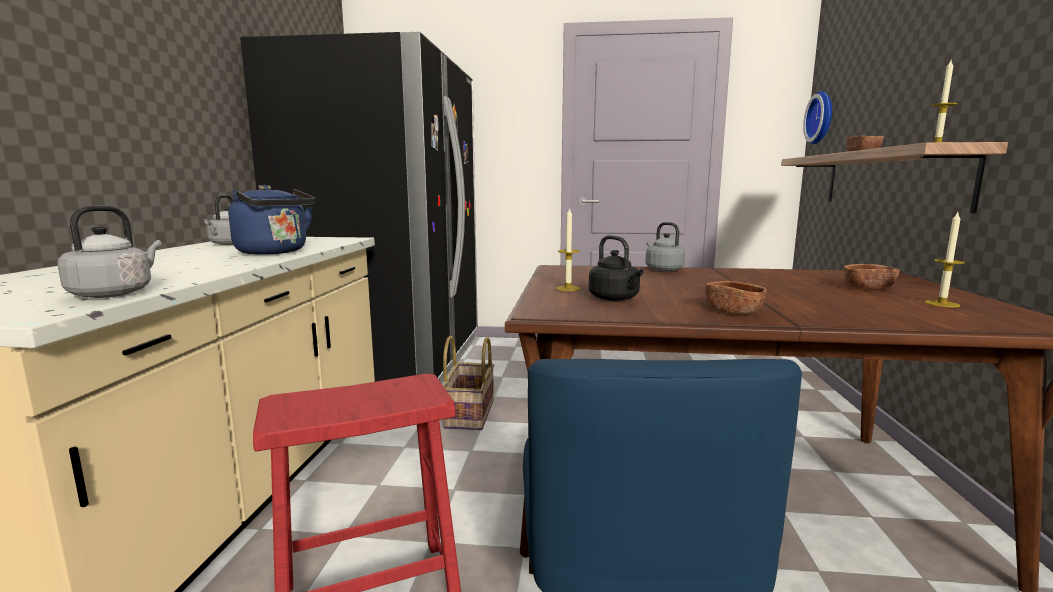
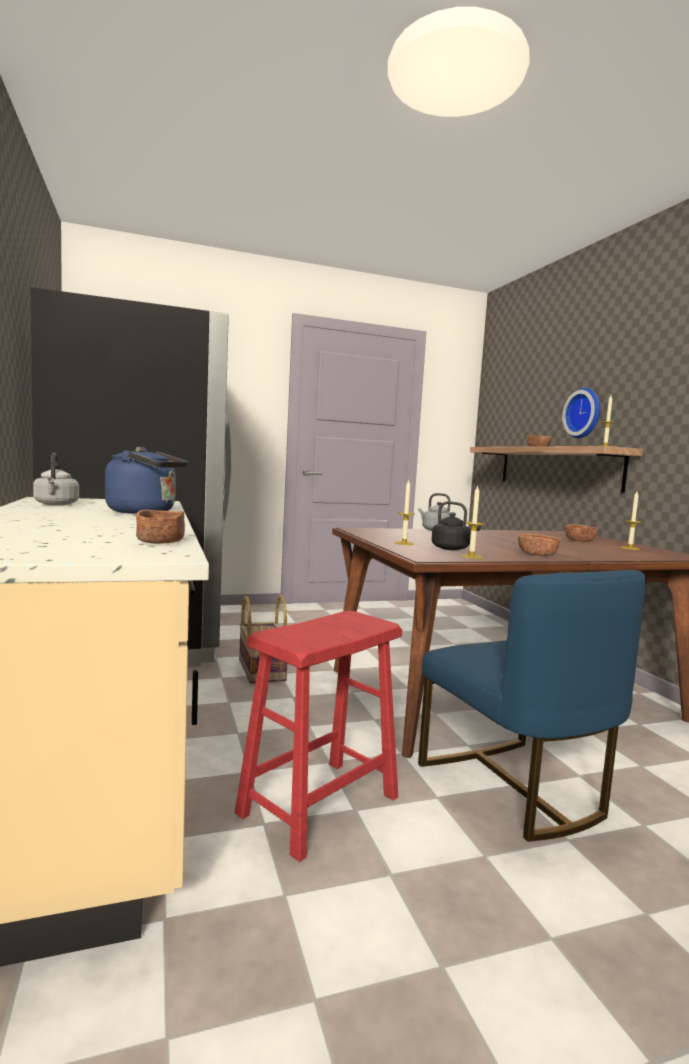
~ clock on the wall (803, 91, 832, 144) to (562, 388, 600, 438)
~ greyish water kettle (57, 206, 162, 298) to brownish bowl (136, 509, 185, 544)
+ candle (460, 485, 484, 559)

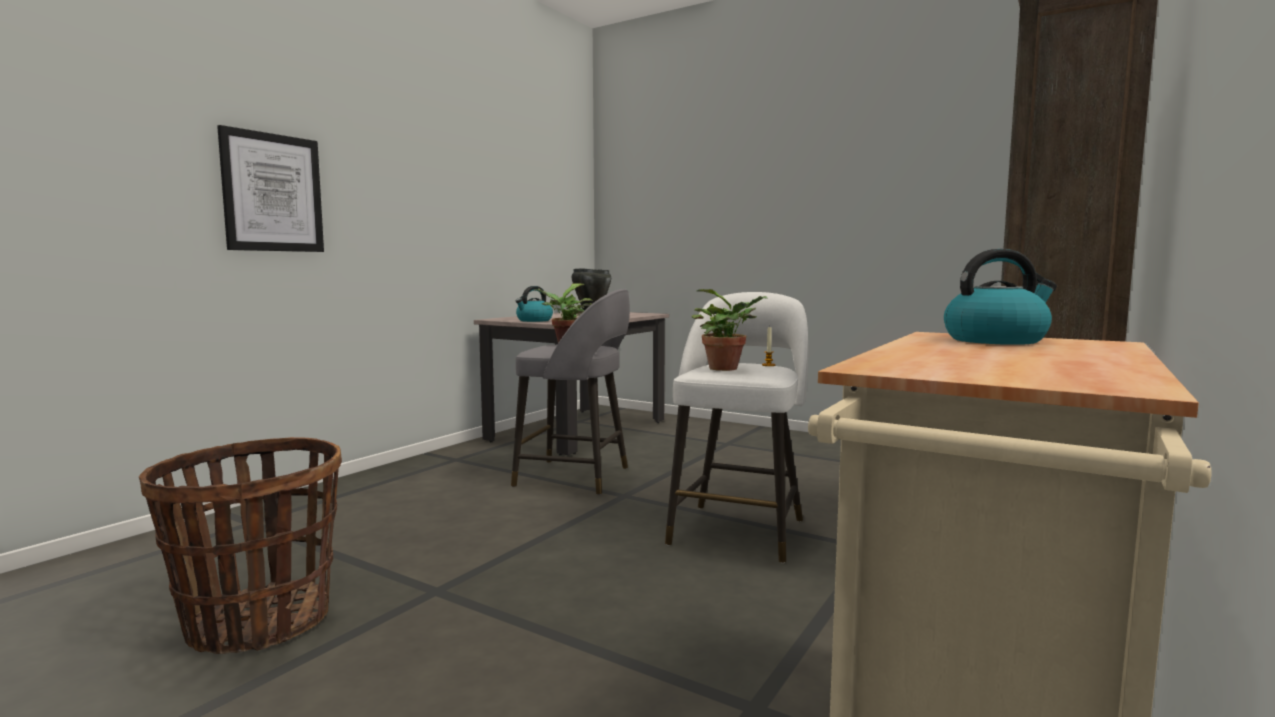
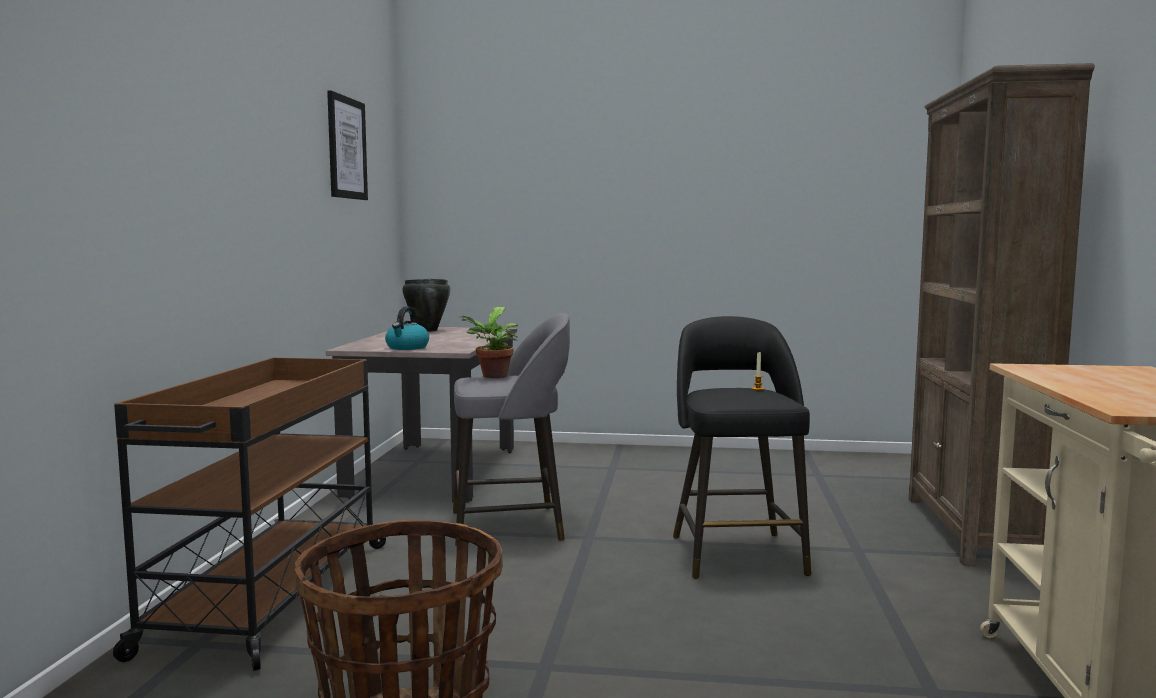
~ wall art (217, 125, 324, 252) to (327, 90, 368, 200)
- water kettle (944, 249, 1057, 345)
- plant in a pot (692, 289, 768, 371)
~ white-coloured sitting stool (665, 292, 808, 563) to black-coloured sitting stool (673, 316, 811, 579)
+ brownish wheeled cart (113, 358, 386, 671)

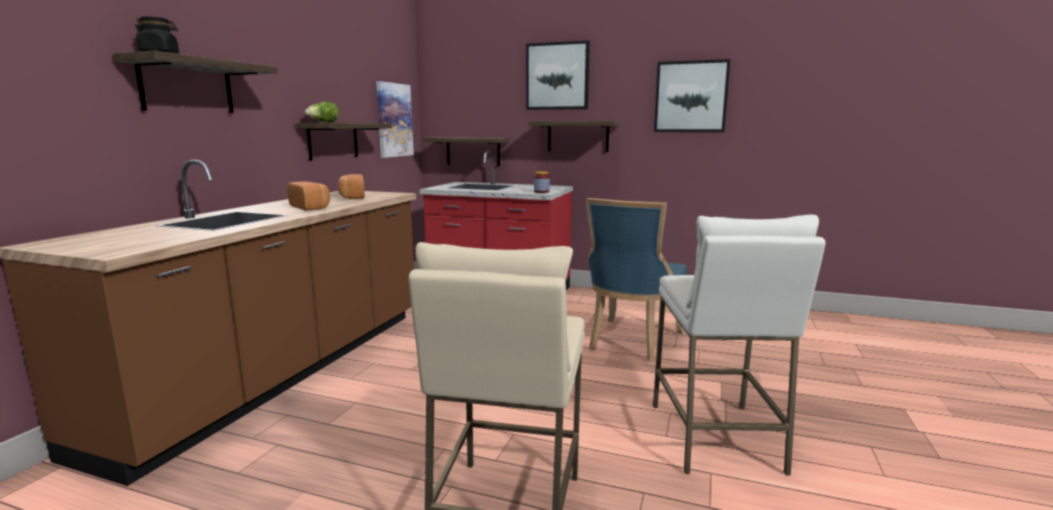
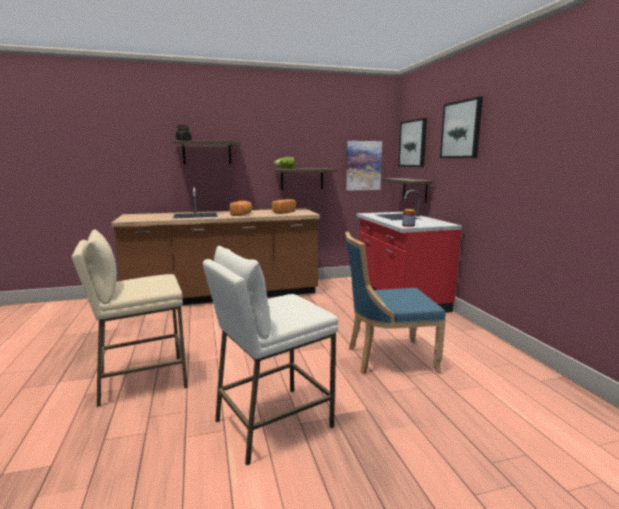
~ wall art (654, 59, 730, 132) to (398, 118, 427, 167)
- shelf (528, 121, 621, 152)

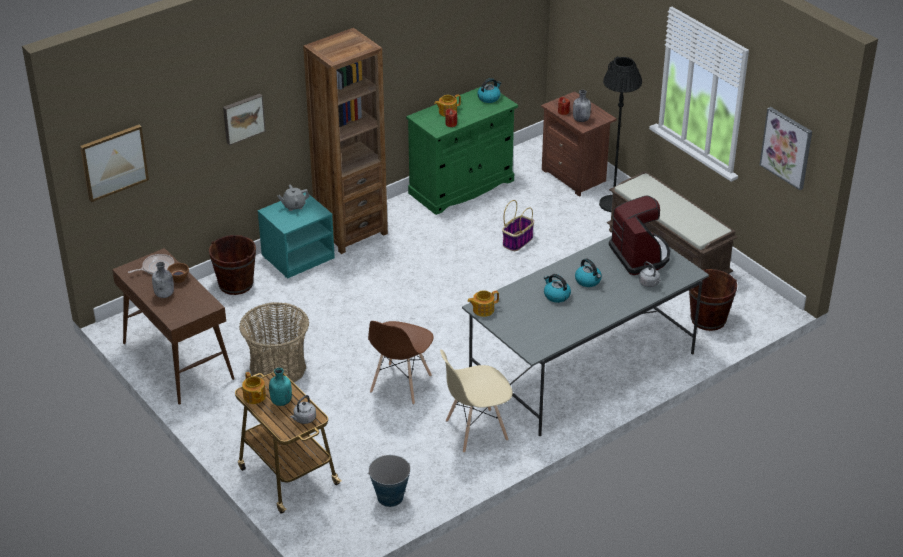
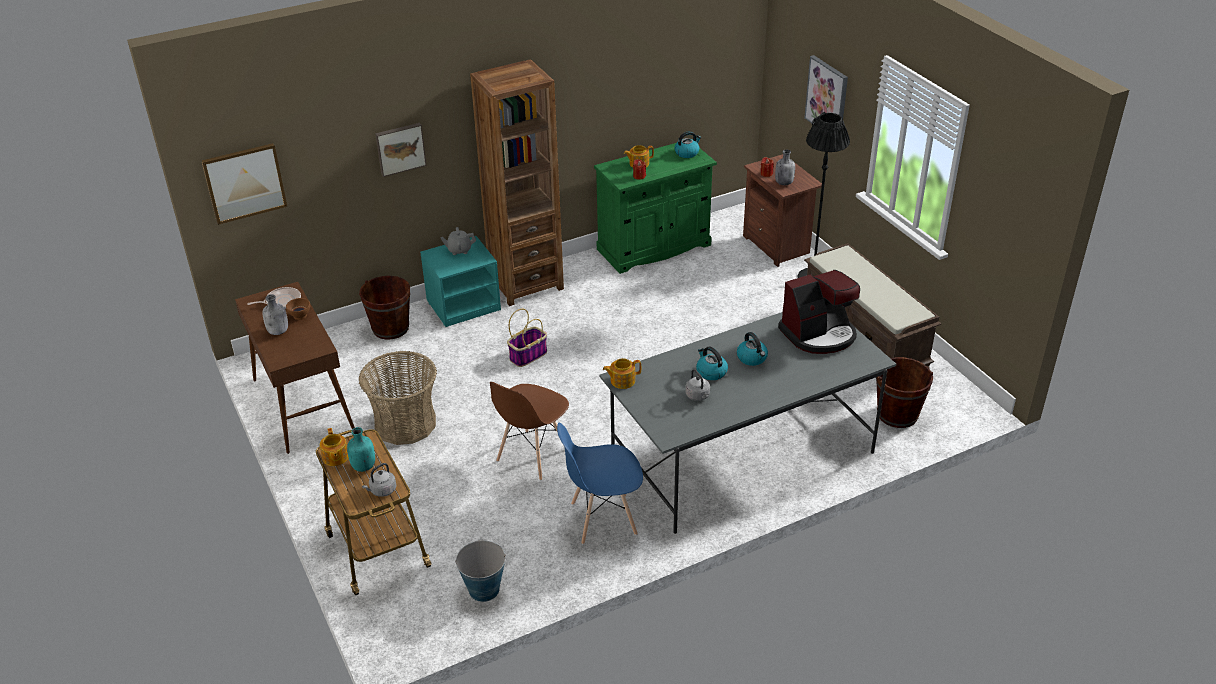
~ wall art (760, 107, 812, 190) to (804, 55, 848, 124)
~ coffee brewer (609, 195, 670, 275) = (778, 270, 860, 354) 75 degrees clockwise
~ household basket (502, 200, 534, 251) to (507, 309, 547, 367)
~ greyish water kettle (639, 261, 661, 287) to (685, 369, 710, 401)
~ beige-coloured upright chair (440, 349, 513, 453) to blue upright chair (557, 423, 643, 544)

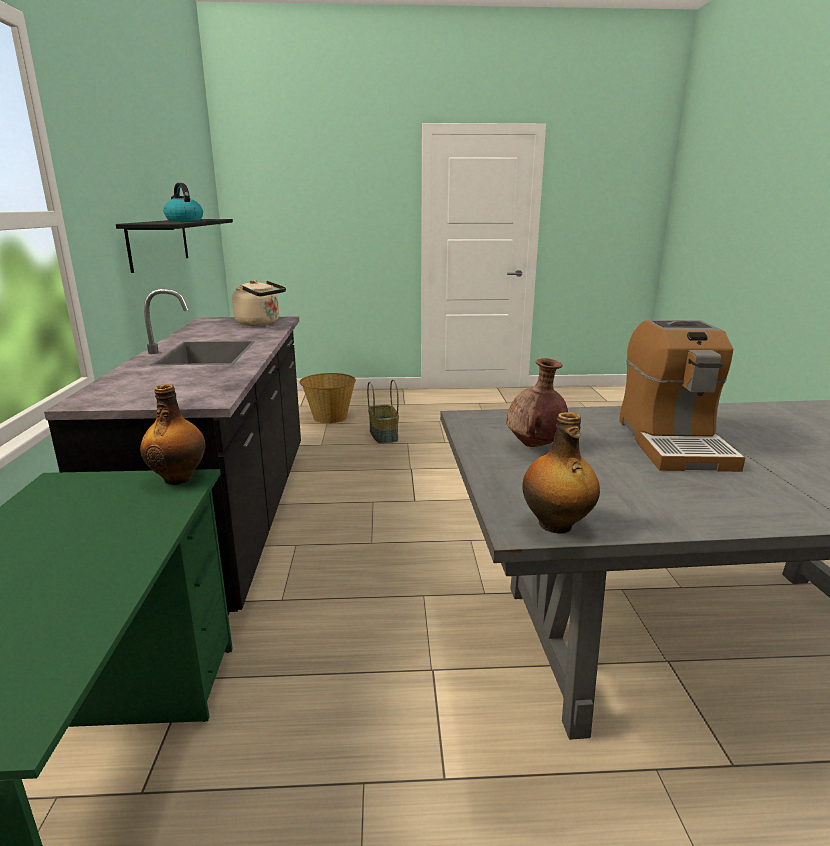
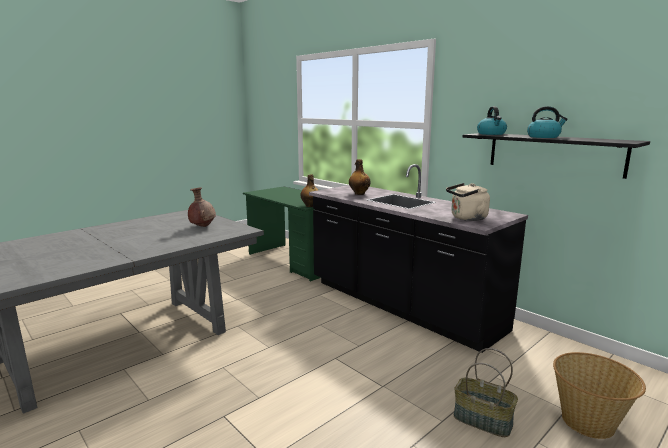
- coffee brewer (619, 320, 745, 472)
~ drink bottle (522, 412, 600, 534) to (349, 159, 371, 195)
+ water kettle (477, 106, 507, 135)

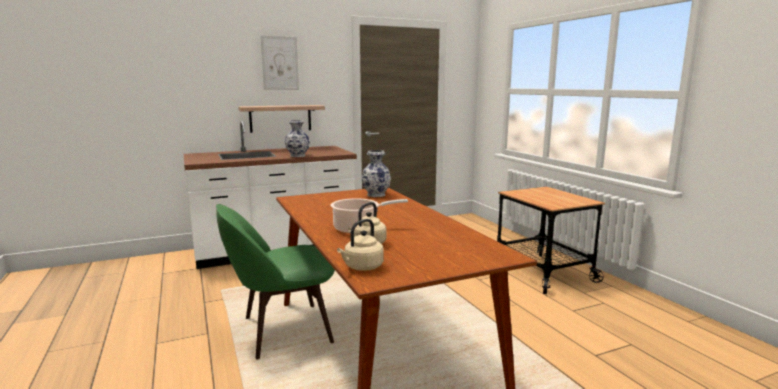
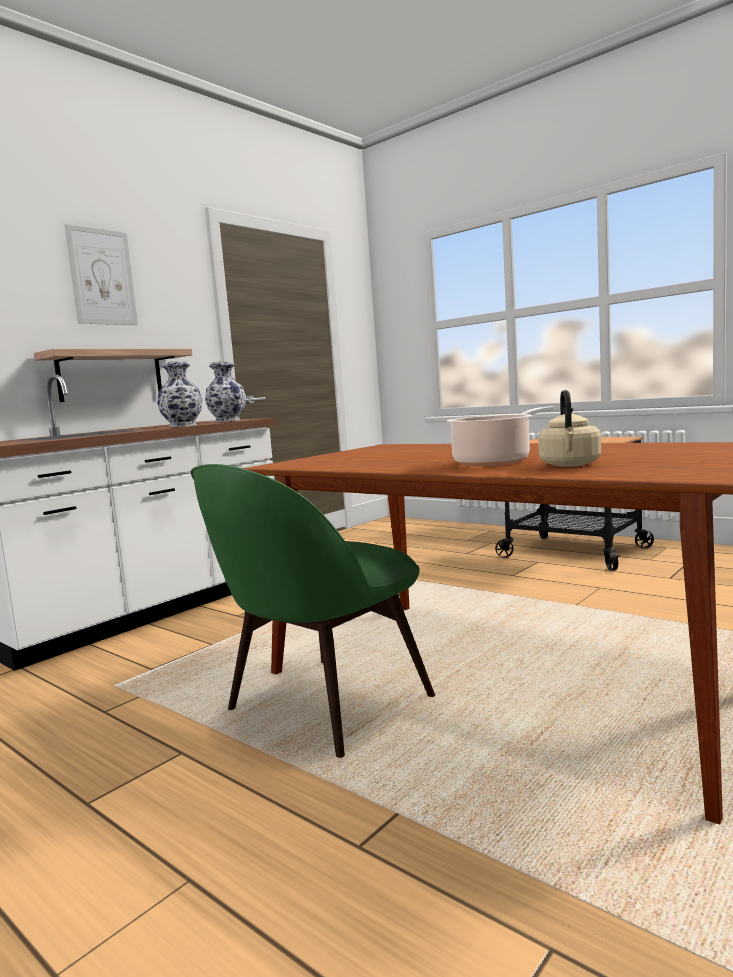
~ decorative vase (362, 150, 391, 197) to (205, 361, 246, 422)
- beige-coloured water kettle (337, 219, 384, 271)

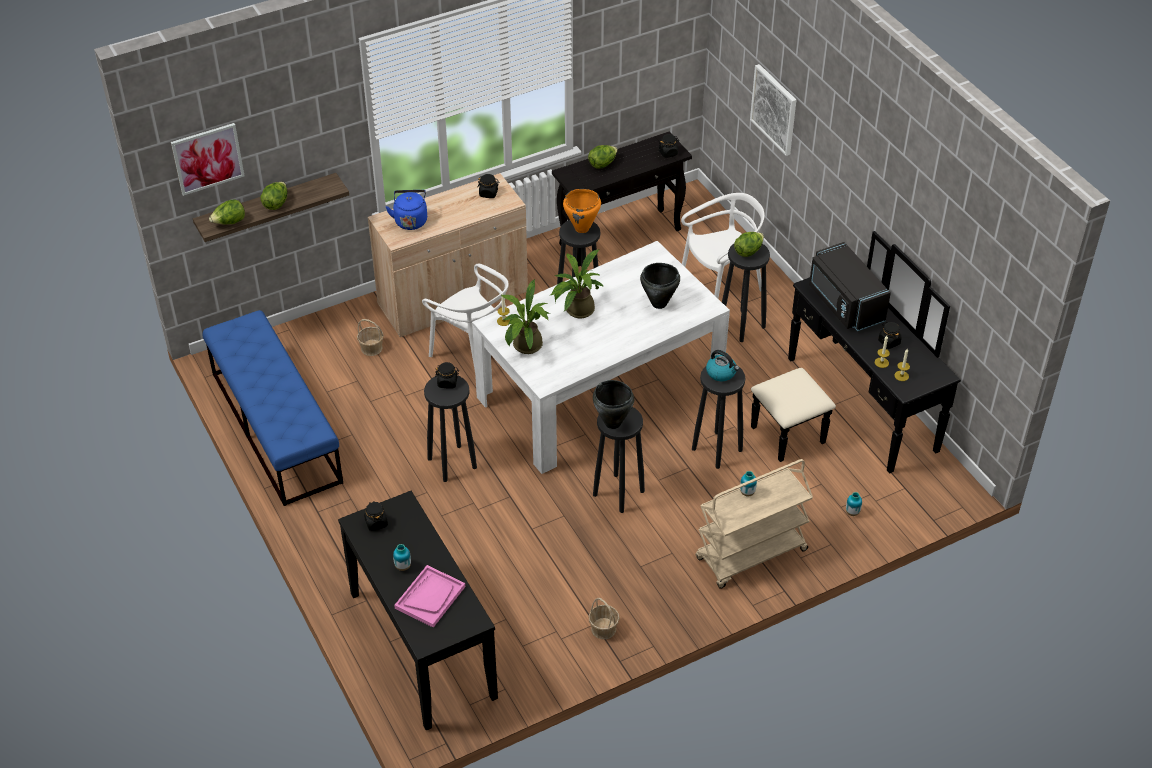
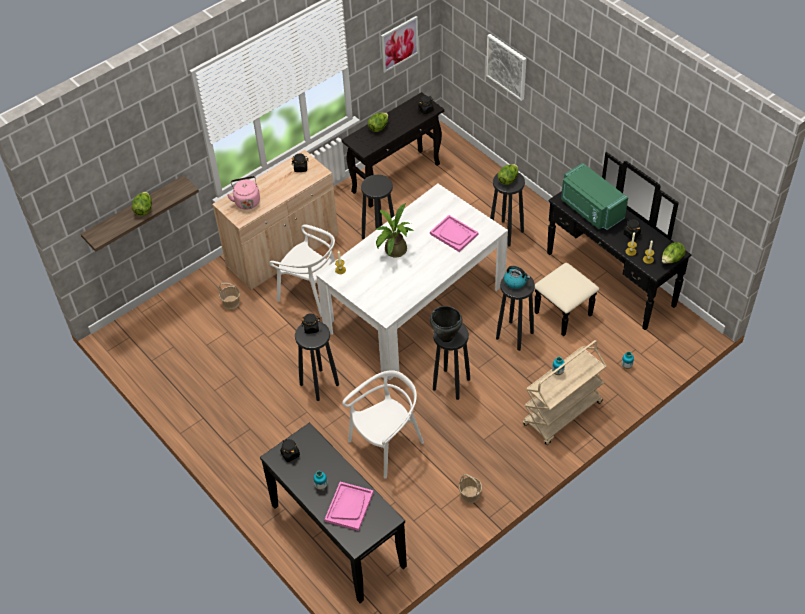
~ wall art (171, 123, 244, 196) to (381, 16, 418, 73)
- orange cooking pot (563, 189, 601, 233)
~ blue water kettle (386, 190, 427, 230) to pink water kettle (227, 176, 260, 210)
~ white-coloured upright chair (681, 193, 765, 298) to (342, 370, 424, 479)
~ lettuce head (209, 200, 245, 224) to (662, 242, 685, 264)
~ black-coloured microwave oven (809, 242, 891, 331) to green microwave oven (561, 163, 628, 230)
~ black-coloured cooking pot (640, 263, 680, 309) to pink tray (430, 215, 478, 252)
- plant in a pot (501, 279, 550, 354)
- blue indoor bench (202, 310, 343, 506)

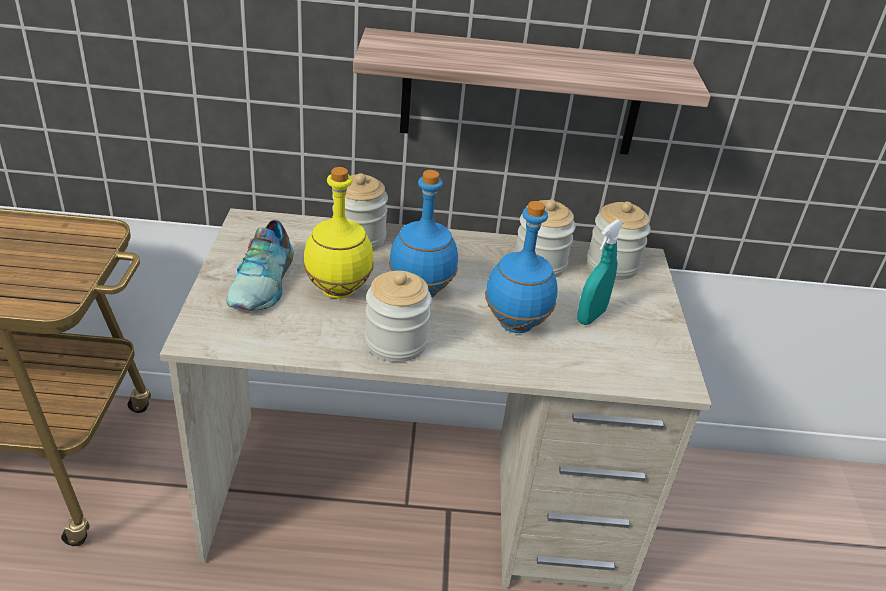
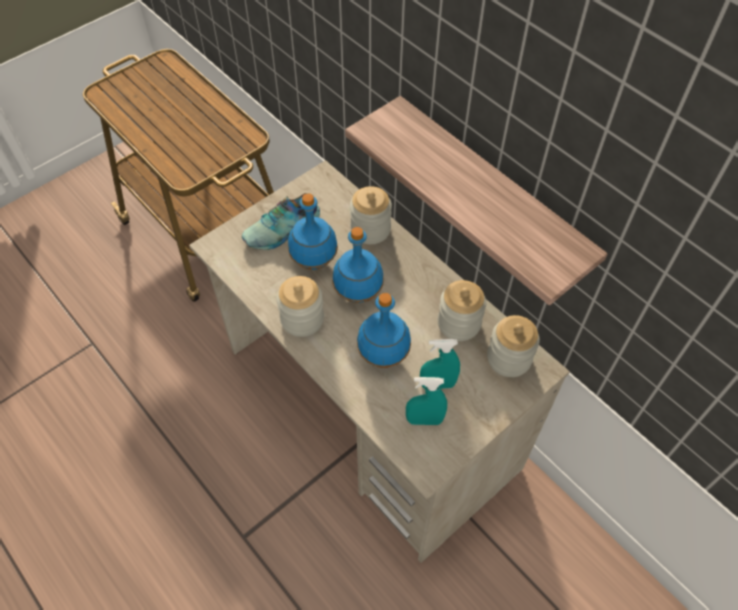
~ yellow drink bottle (303, 167, 374, 299) to blue drink bottle (288, 193, 338, 270)
+ turquoise sprayer (406, 377, 447, 425)

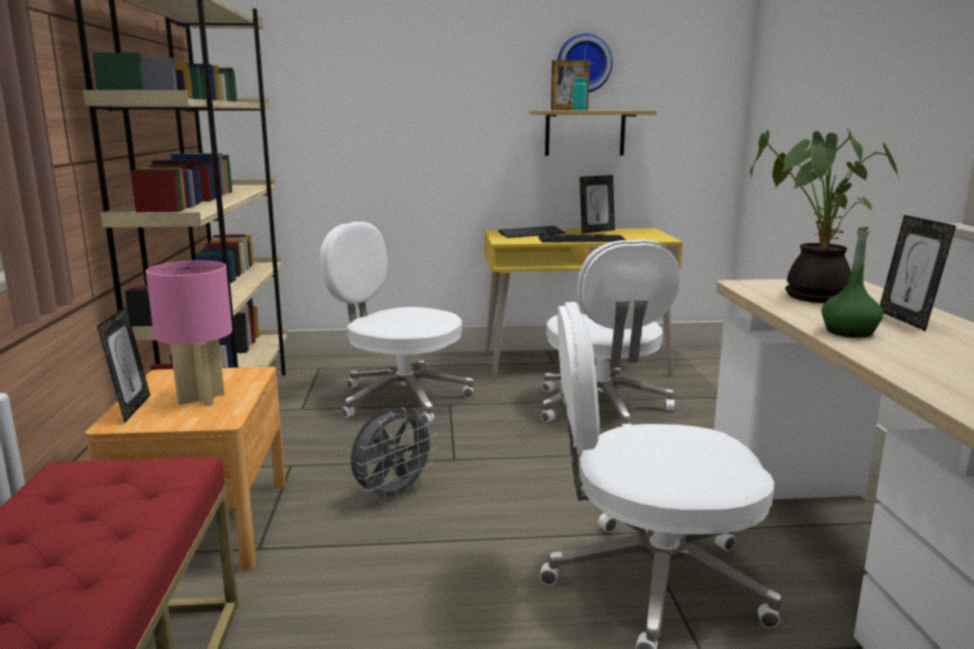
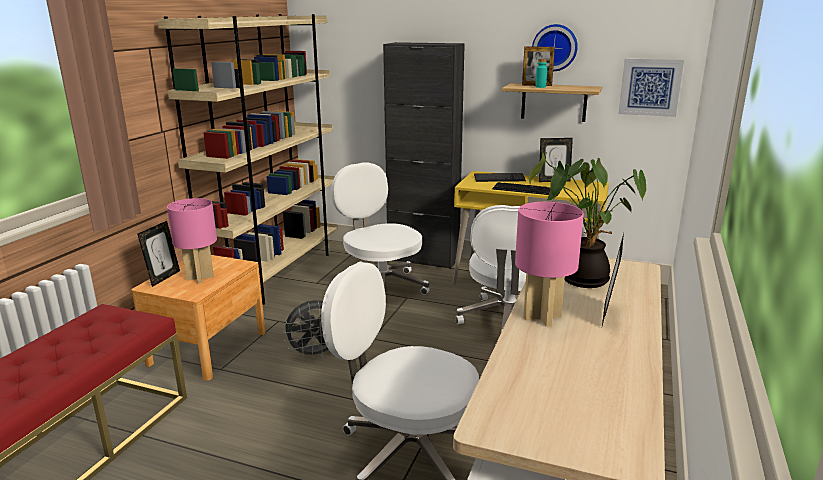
~ green drink bottle (821, 226, 883, 338) to pink tabletop lamp (515, 202, 584, 327)
+ black-coloured storage cabinet (383, 42, 465, 269)
+ wall art (619, 58, 684, 117)

